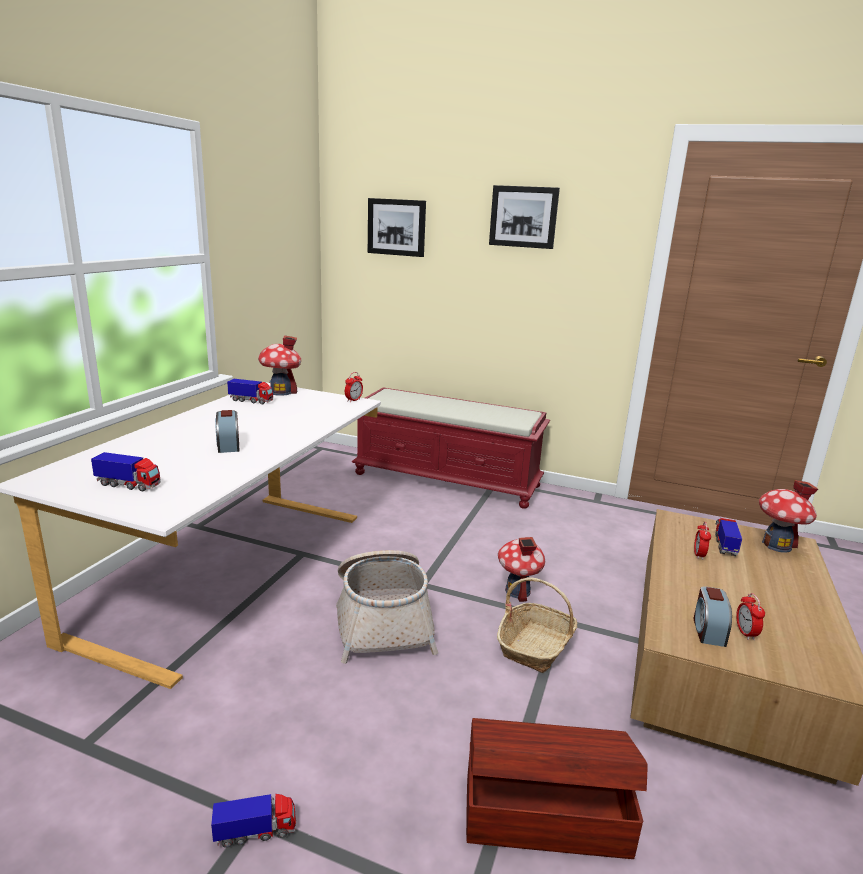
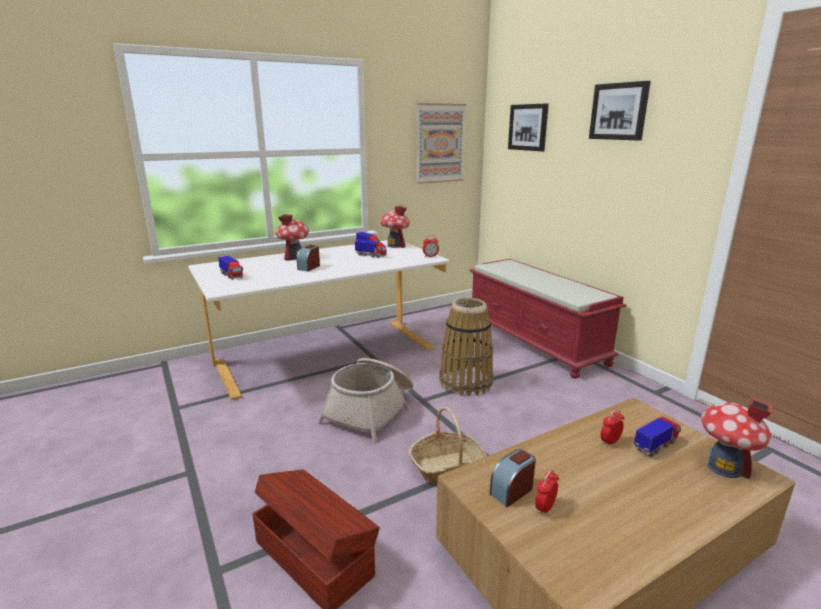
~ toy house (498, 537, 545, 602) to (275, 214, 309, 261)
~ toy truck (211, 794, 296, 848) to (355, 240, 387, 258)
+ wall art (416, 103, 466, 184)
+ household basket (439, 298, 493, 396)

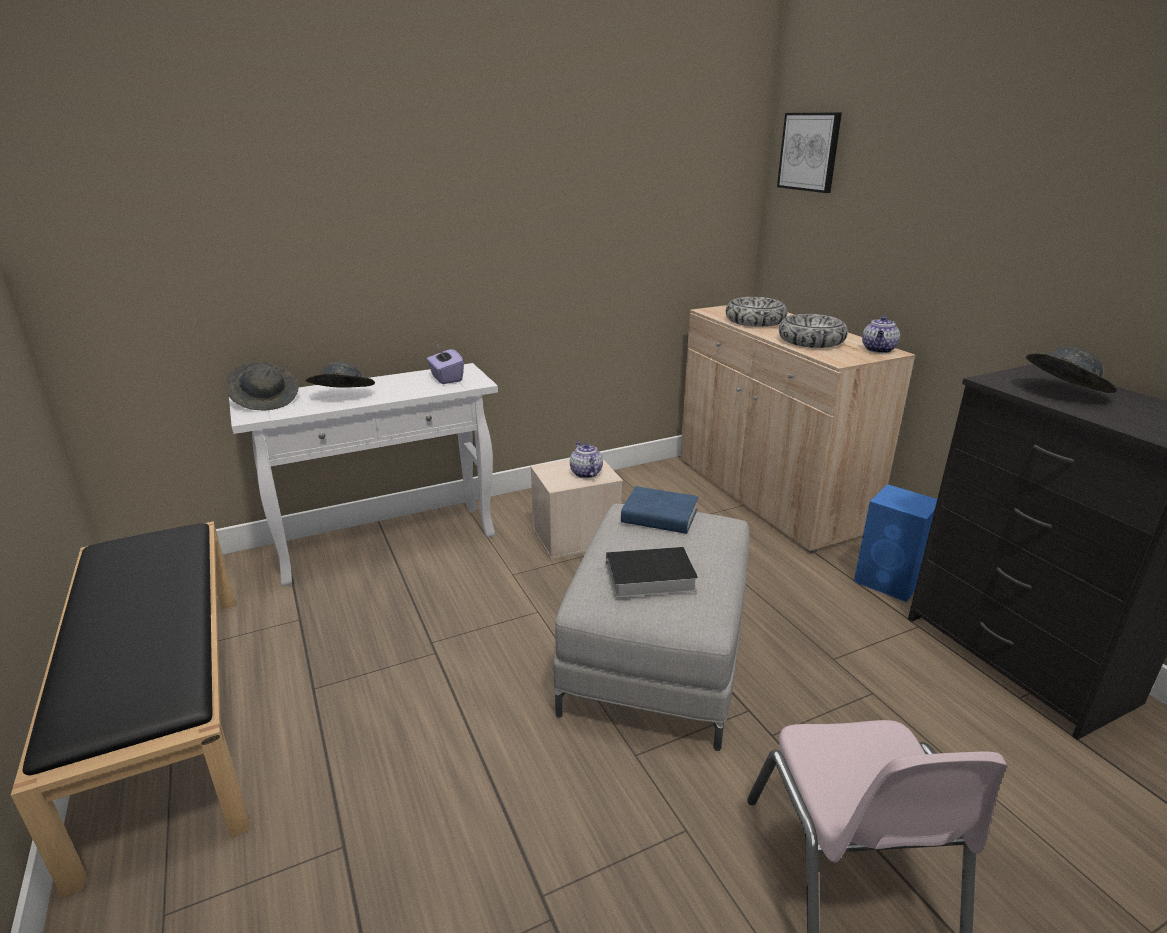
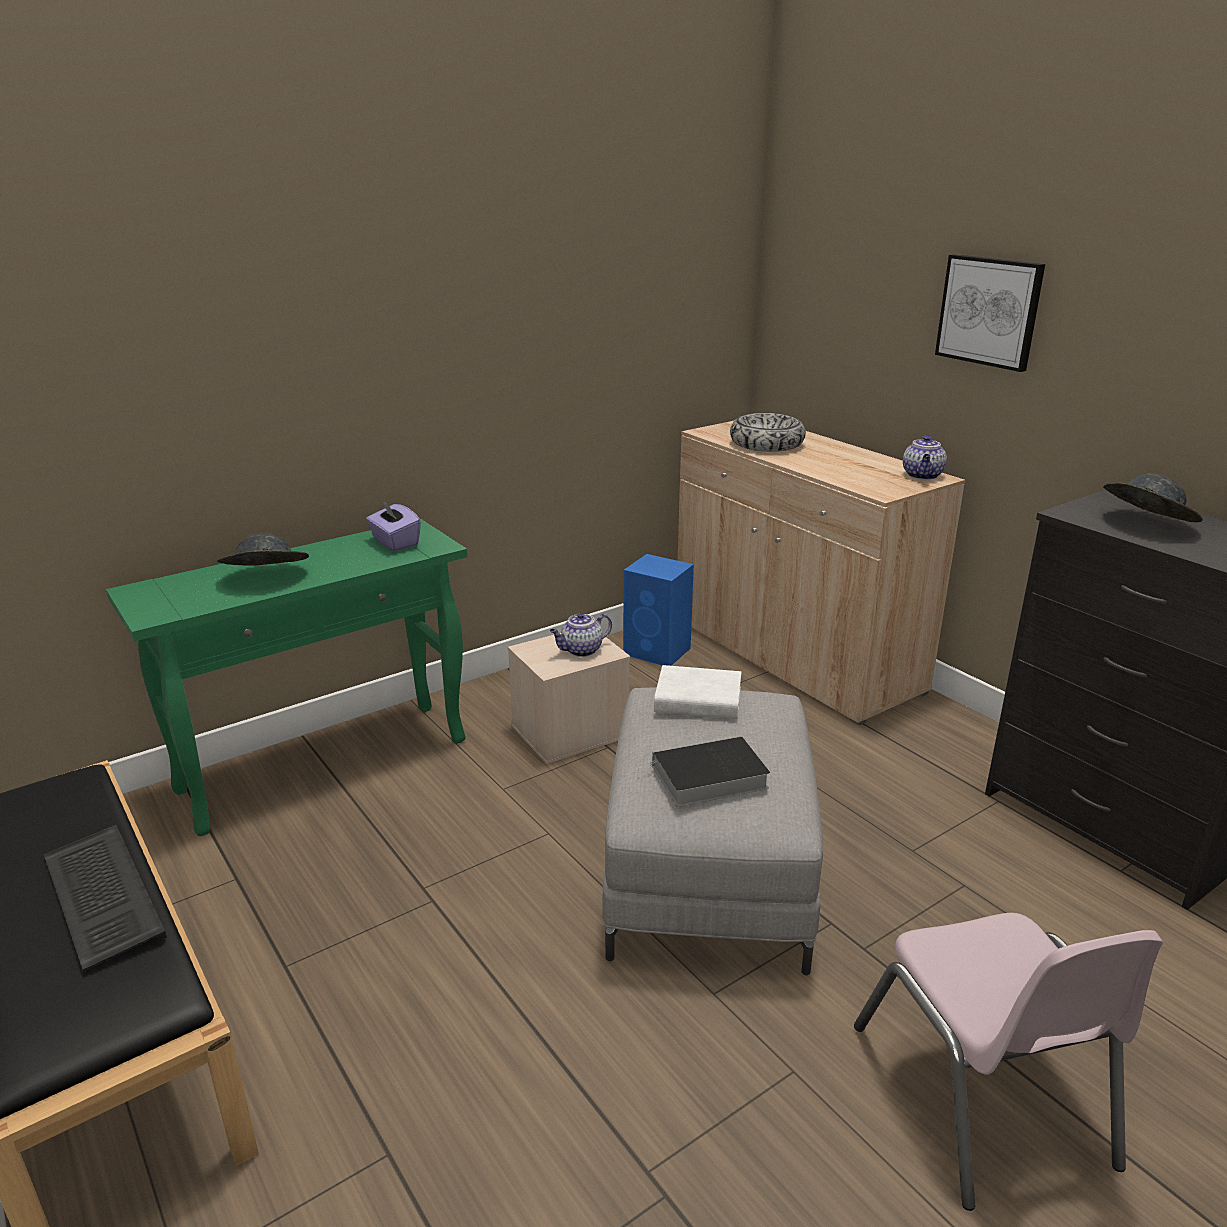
~ wall art (777, 113, 842, 193) to (935, 254, 1045, 372)
- bowl (779, 314, 848, 348)
- greyish wearable hat (226, 361, 298, 410)
~ white-coloured narrow table (229, 363, 498, 586) to green narrow table (106, 519, 467, 836)
~ teapot (570, 441, 603, 478) = (550, 613, 612, 657) 90 degrees counterclockwise
~ blue speaker (854, 484, 937, 602) to (623, 554, 694, 666)
~ blue book (621, 486, 698, 534) to white-coloured book (654, 665, 742, 719)
+ PC keyboard (44, 825, 167, 971)

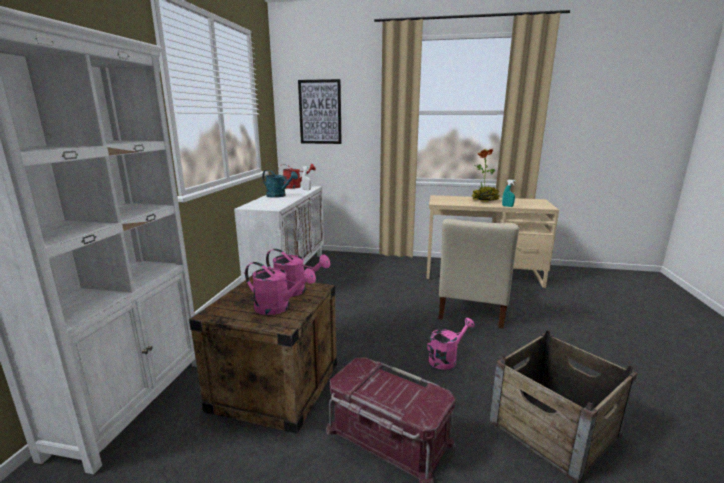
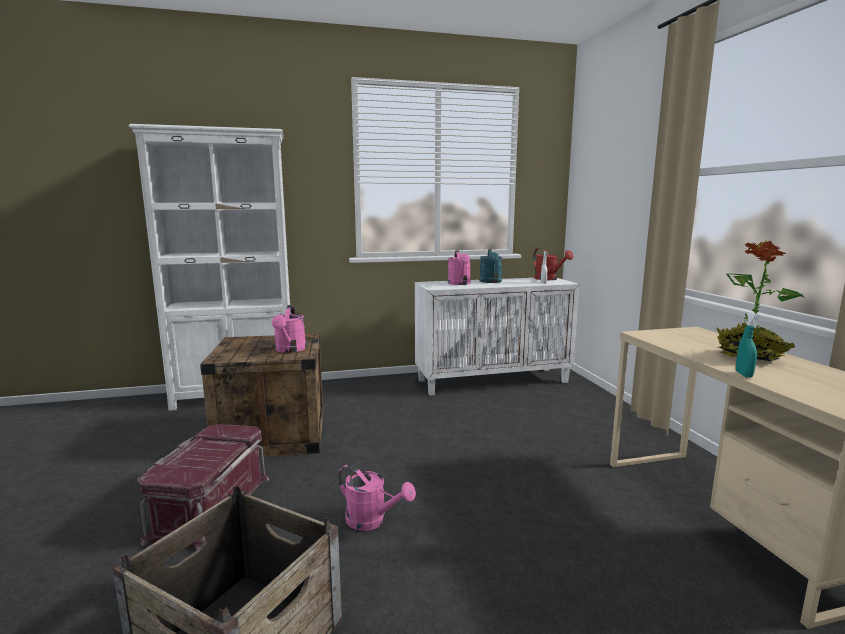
- wall art (298, 79, 342, 144)
- beige-coloured upright chair (438, 219, 519, 328)
~ pink watering pot (245, 262, 316, 315) to (448, 250, 471, 285)

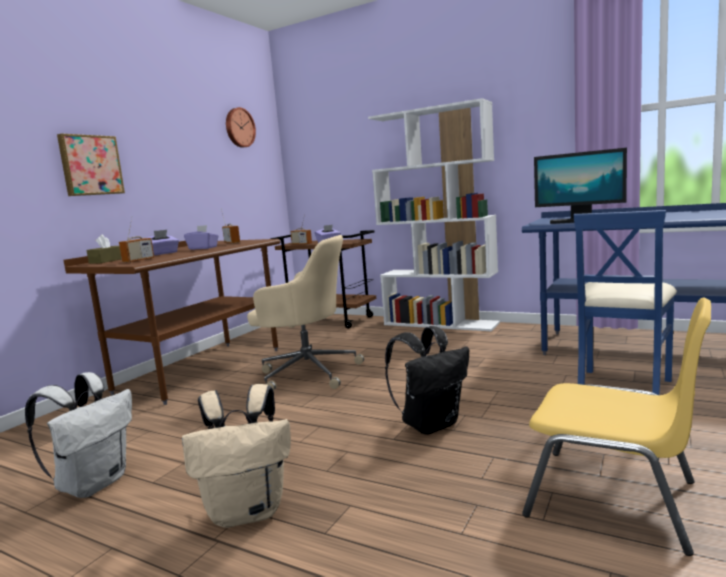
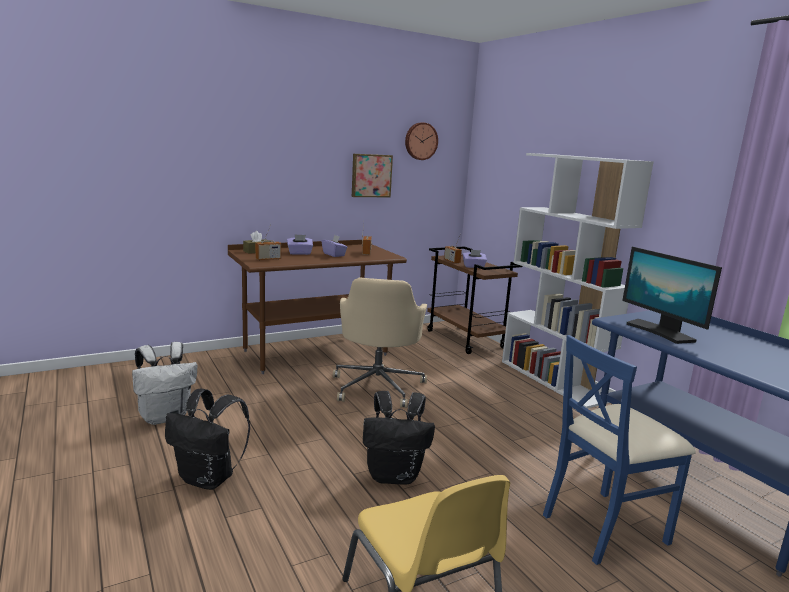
~ wall art (57, 134, 125, 196) to (352, 154, 393, 197)
~ beige-coloured desk chair (247, 235, 364, 390) = (333, 278, 427, 408) 45 degrees clockwise
~ beige-coloured knapsack (182, 384, 291, 528) to black-coloured knapsack (165, 389, 250, 490)

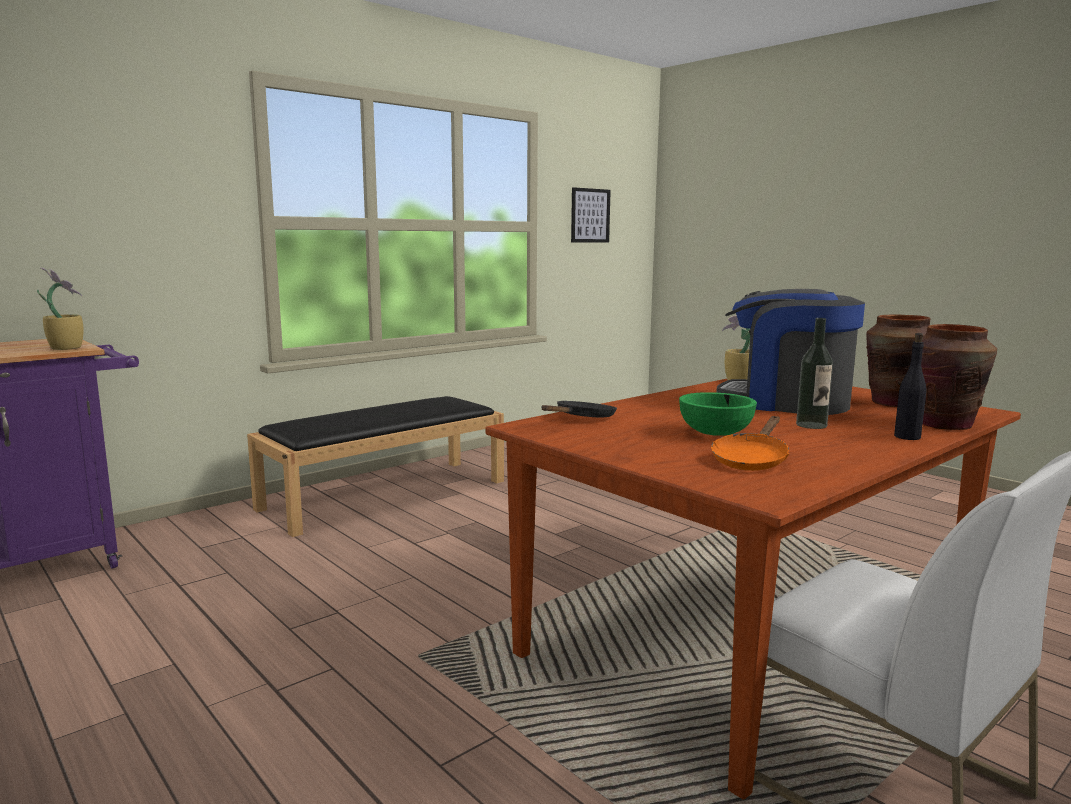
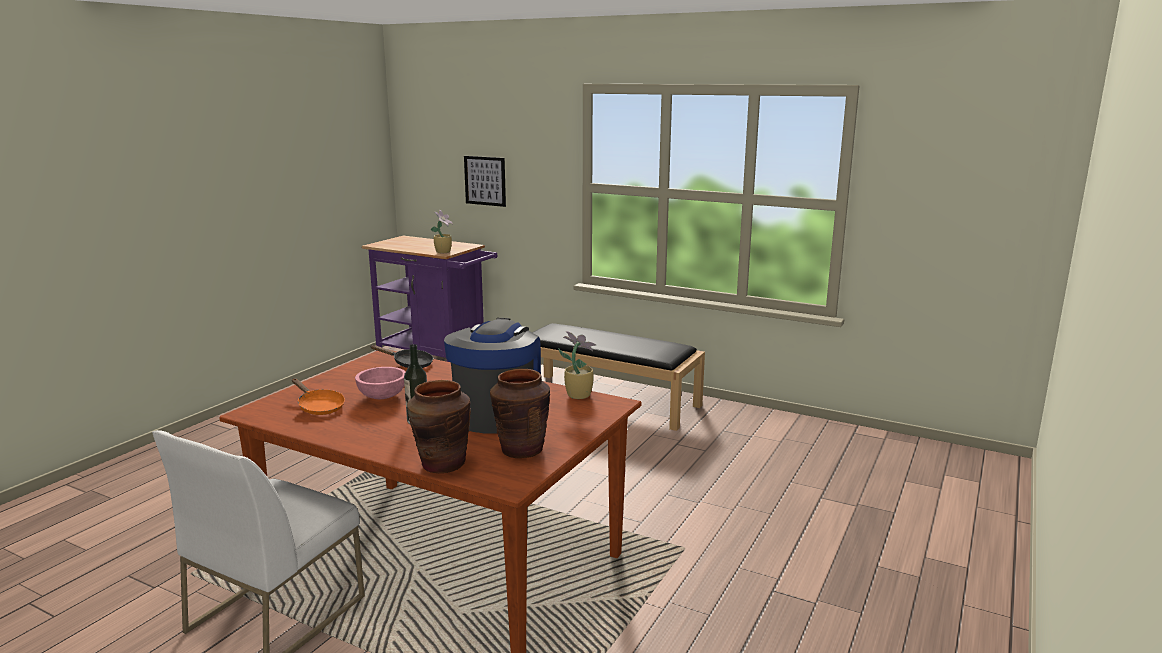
~ wall art (571, 187, 611, 243) to (464, 156, 506, 207)
- black-coloured drink bottle (894, 333, 926, 440)
~ green bowl (679, 392, 757, 436) to pink bowl (355, 367, 406, 399)
~ orange skillet (711, 416, 789, 471) = (292, 378, 345, 415) 150 degrees counterclockwise

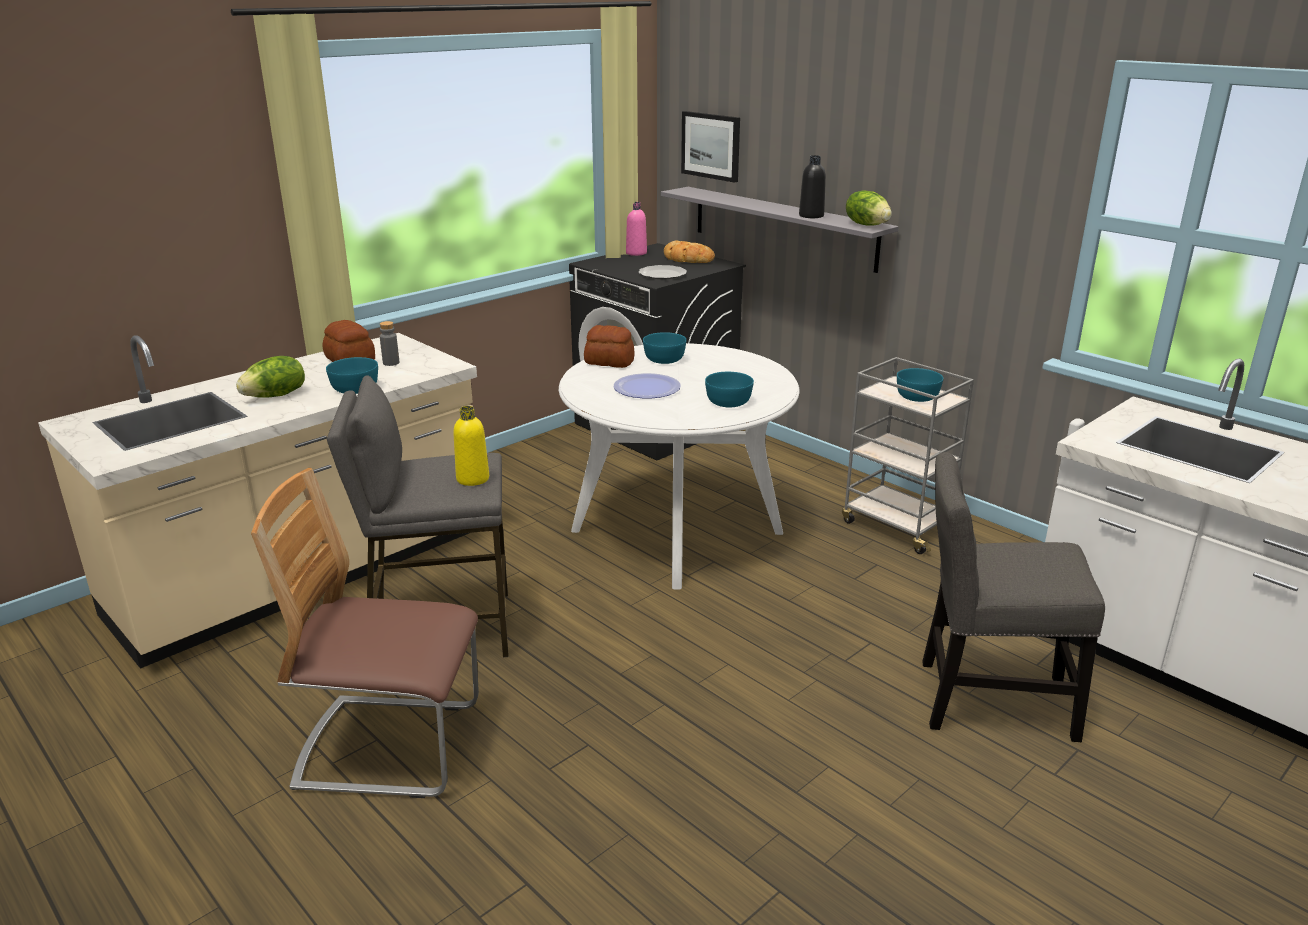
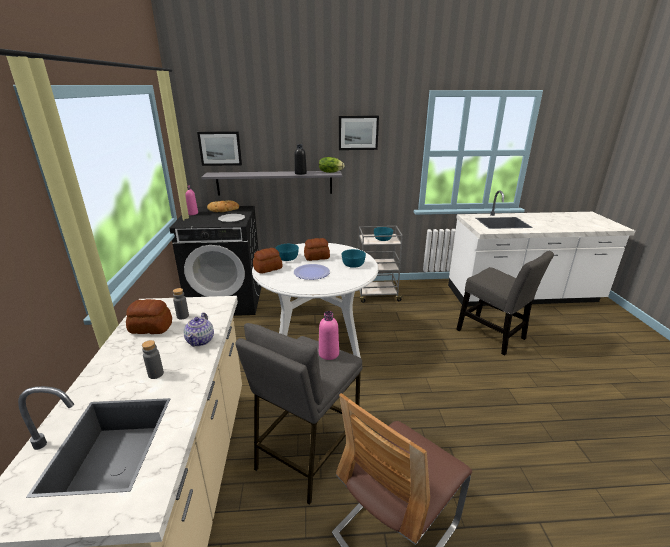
~ lettuce head (236, 356, 305, 398) to greyish drink bottle (142, 340, 164, 379)
~ turquoise bowl (326, 357, 378, 394) to teapot (184, 313, 214, 347)
~ yellow drink bottle (453, 406, 489, 486) to pink drink bottle (319, 311, 339, 360)
~ greyish upright chair (922, 452, 1105, 742) = (456, 251, 554, 355) 90 degrees counterclockwise
+ wall art (339, 116, 379, 150)
+ baked bread (304, 238, 330, 261)

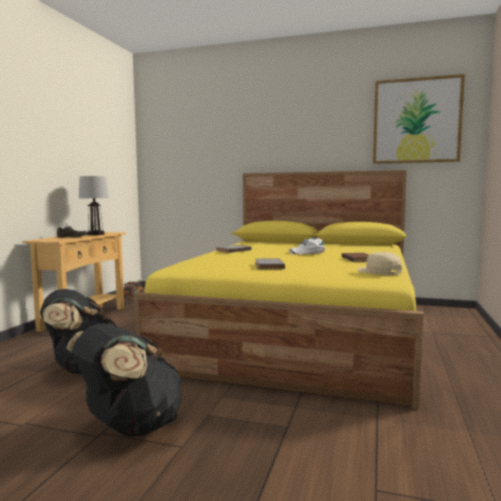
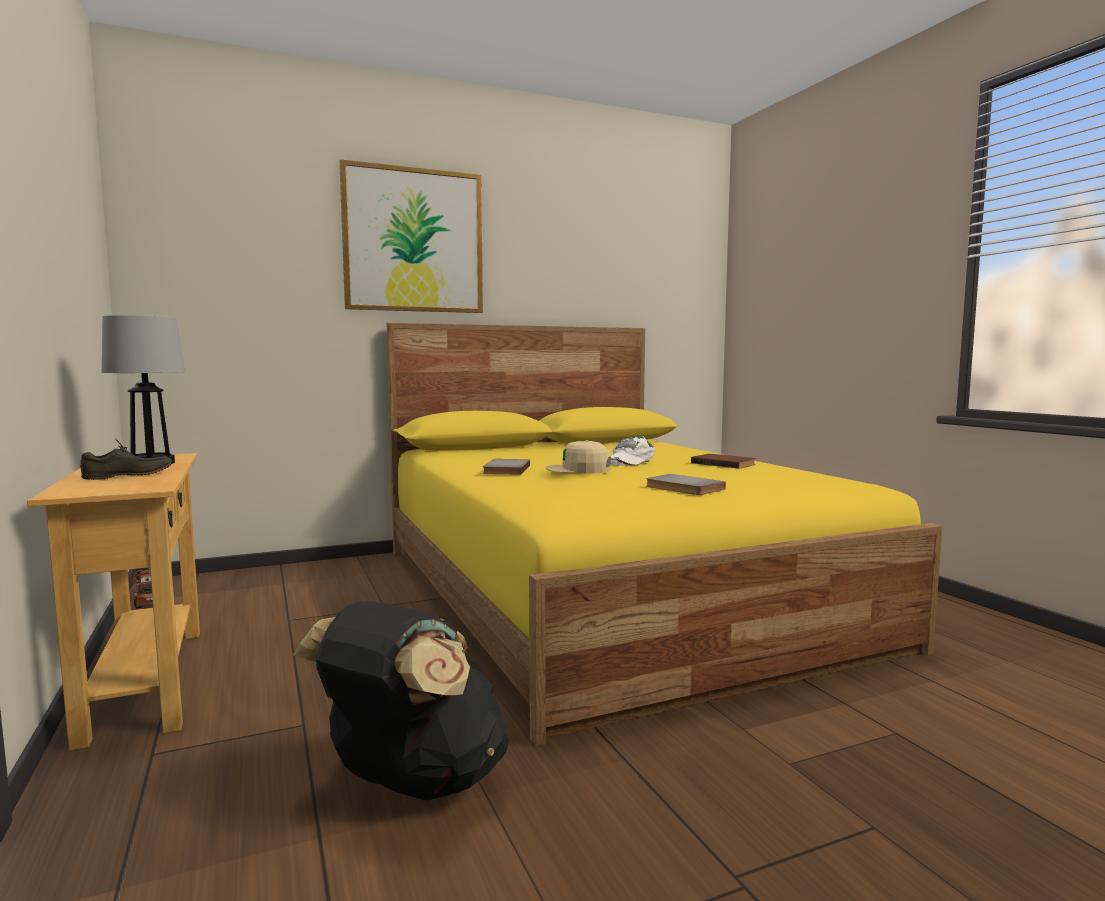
~ wall art (373, 74, 465, 164) to (339, 159, 483, 313)
~ beige-coloured cap (357, 252, 402, 275) to (546, 440, 611, 473)
- black-coloured knapsack (67, 323, 183, 437)

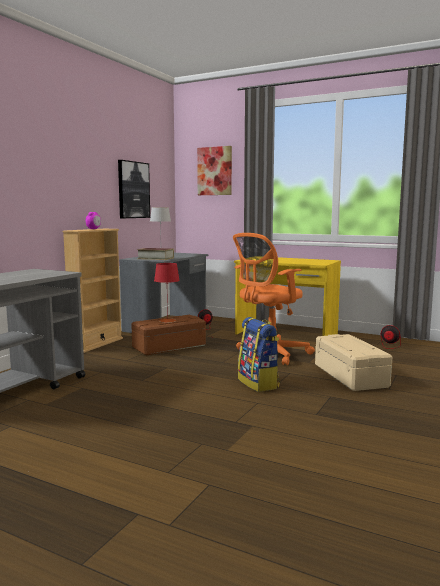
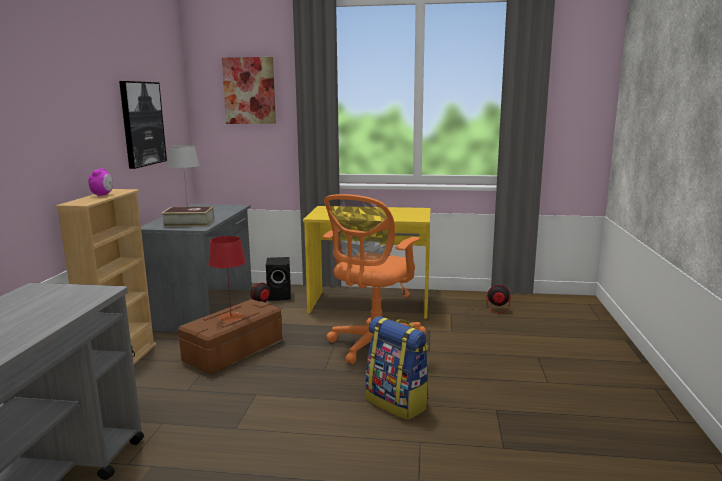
- beige-coloured storage bin (315, 334, 393, 391)
+ black-coloured speaker (266, 257, 291, 301)

